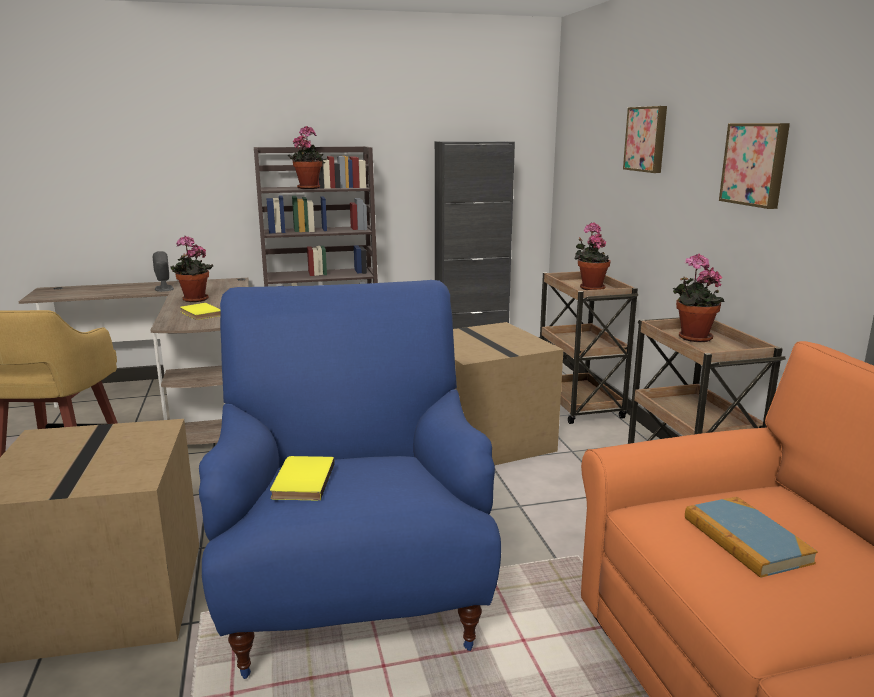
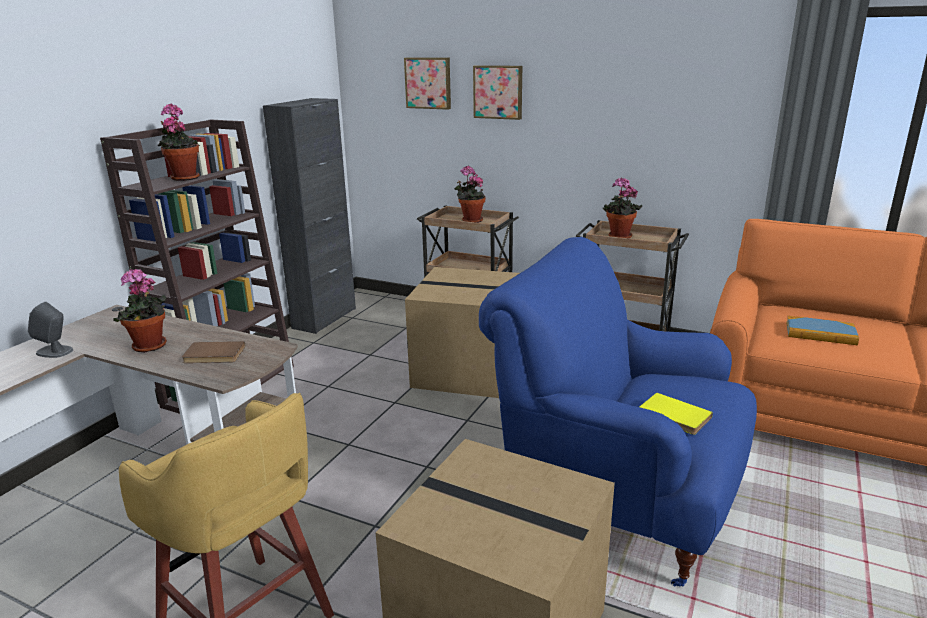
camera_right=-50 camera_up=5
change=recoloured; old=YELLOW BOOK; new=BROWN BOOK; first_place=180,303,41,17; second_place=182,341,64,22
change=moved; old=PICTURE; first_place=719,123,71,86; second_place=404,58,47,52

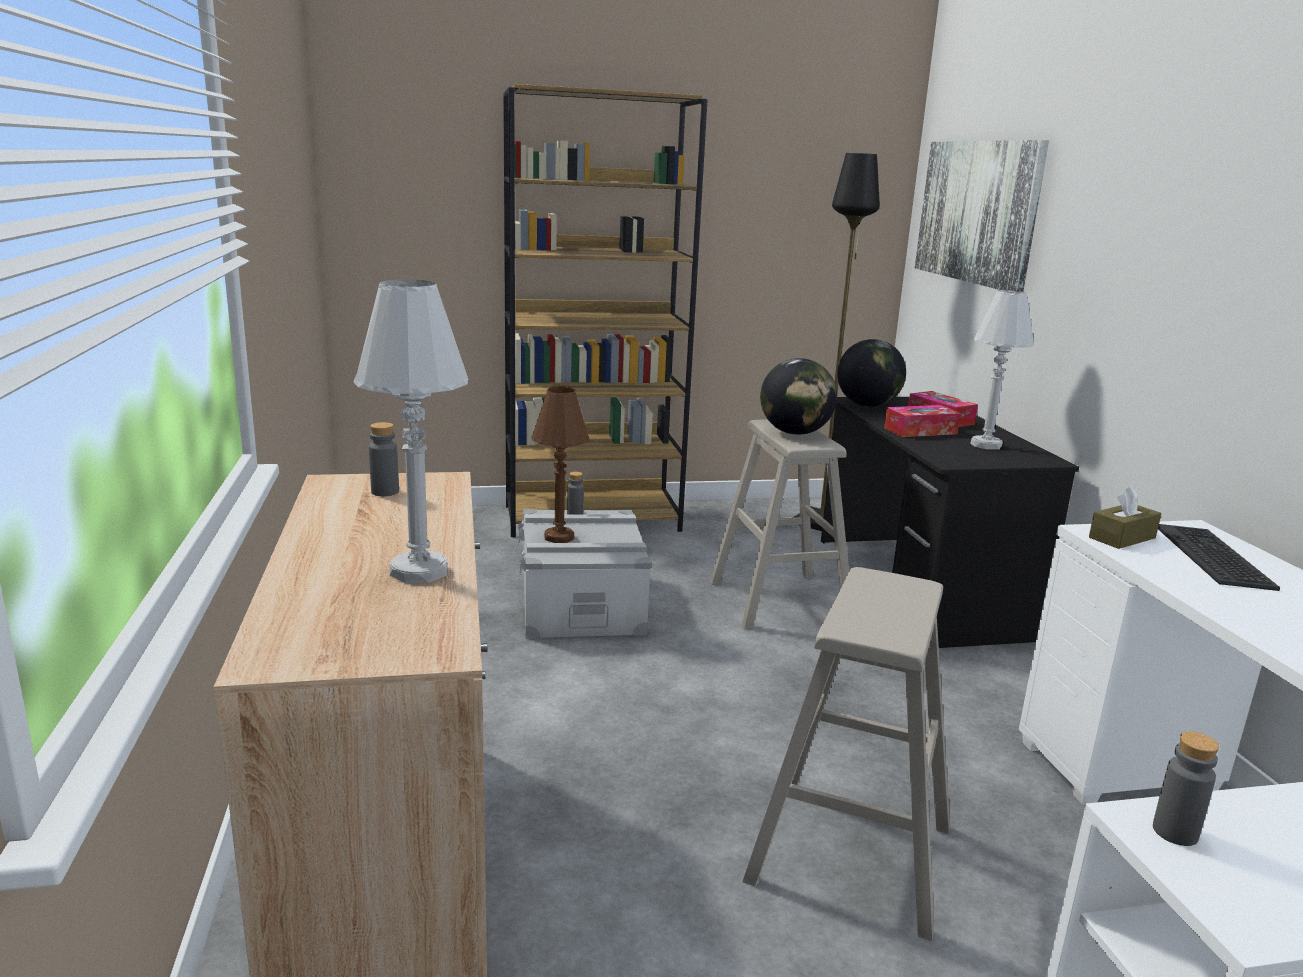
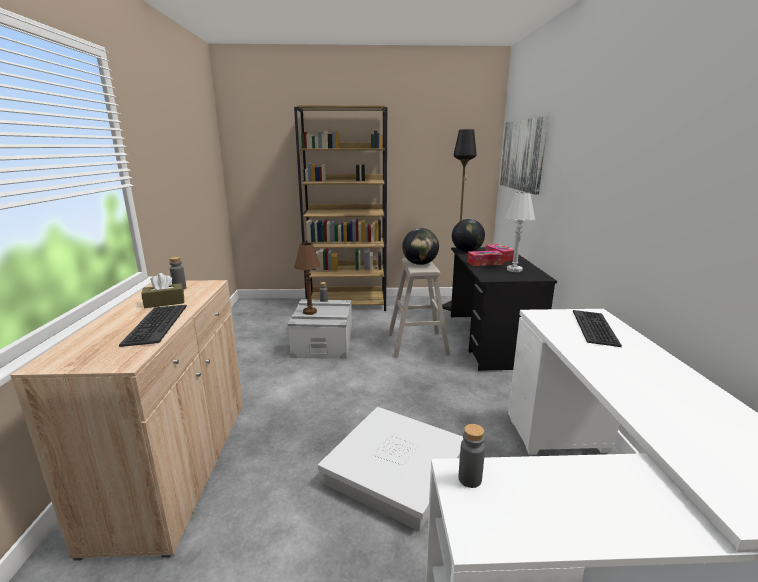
camera_right=10 camera_up=0
change=replaced; old=WHITE TABLE LAMP; new=KEYBOARD; first_place=353,280,116,303; second_place=119,305,68,42
change=replaced; old=BEIGE STOOL; new=WHITE STORAGE BOX; first_place=742,567,208,374; second_place=318,407,145,124
change=moved; old=BROWN TISSUE BOX; first_place=1089,486,72,63; second_place=141,273,43,35

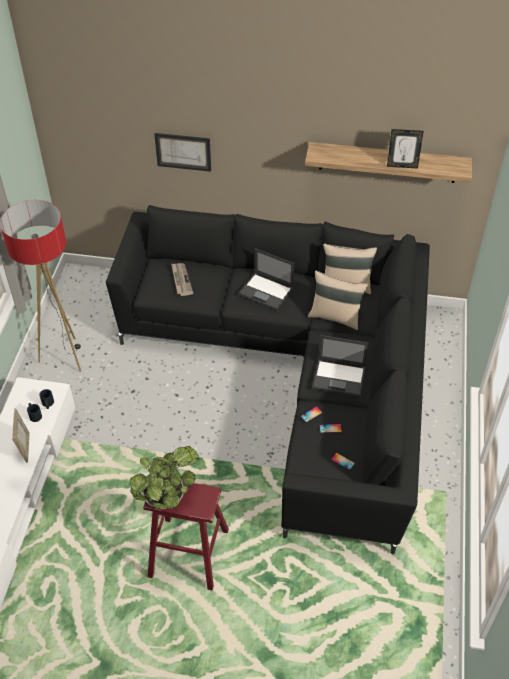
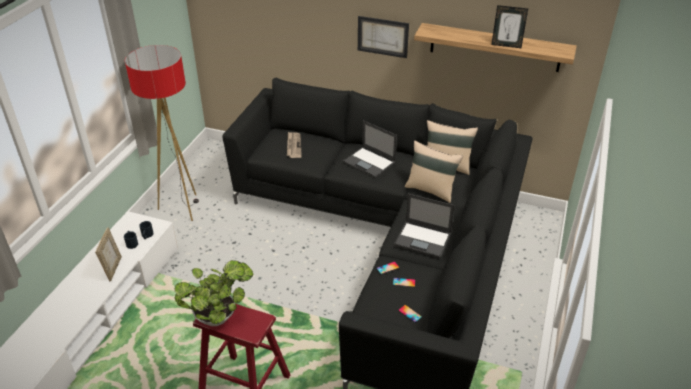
camera_right=10 camera_up=-10
change=moved; old=PICTURE; first_place=154,133,57,39; second_place=358,16,51,42

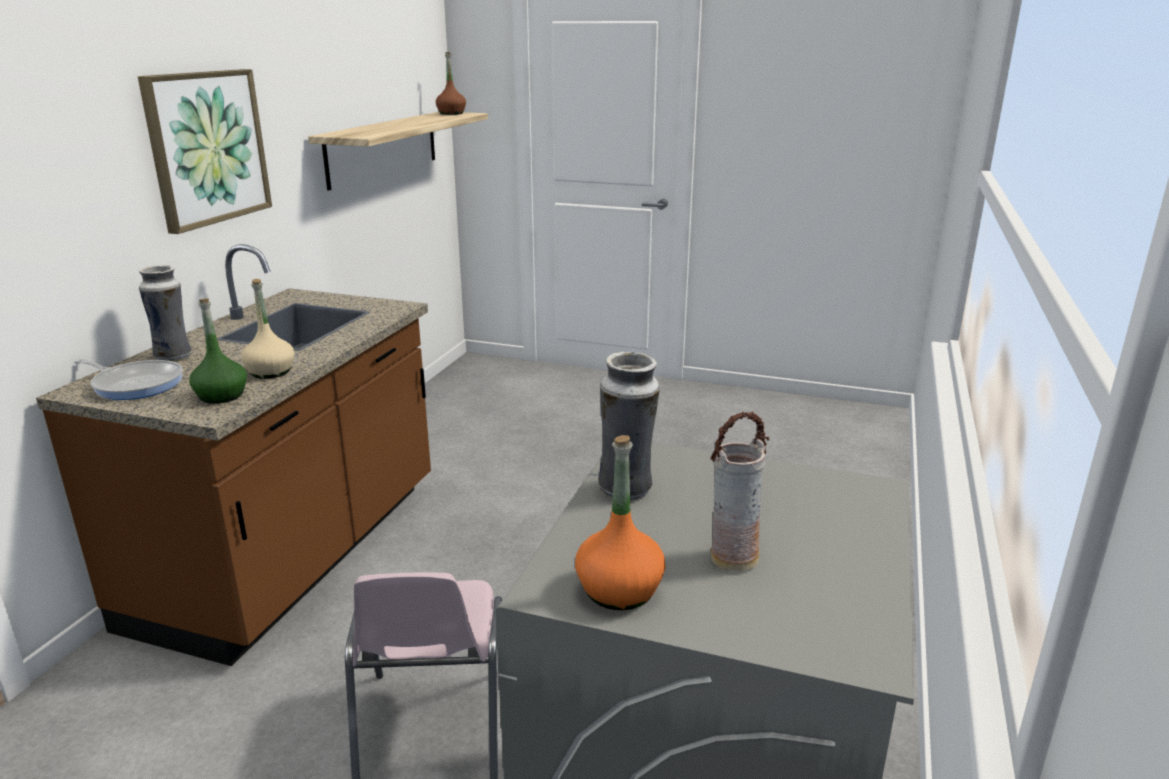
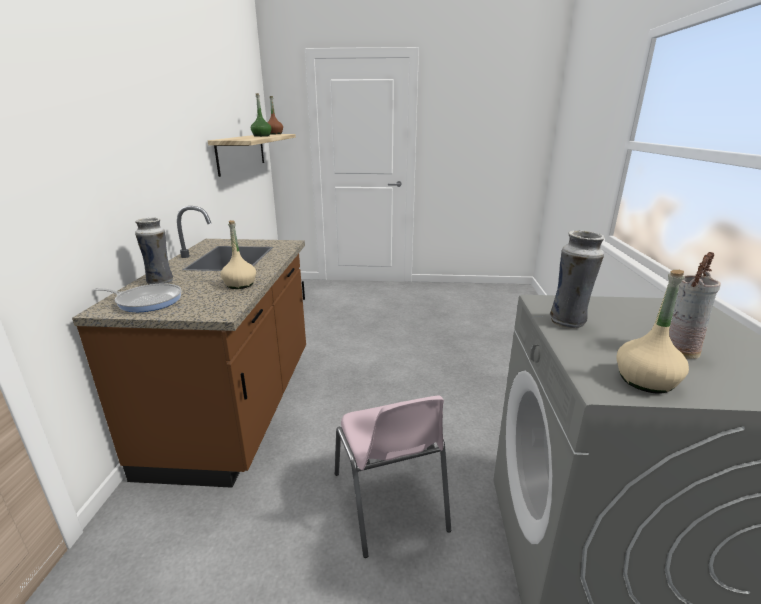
camera_right=-15 camera_up=0
change=removed; old=PICTURE; first_place=138,69,134,165
change=moved; old=GREEN BOTTLE; first_place=189,298,58,106; second_place=251,93,21,44
change=recoloured; old=ORANGE BOTTLE; new=BEIGE BOTTLE; first_place=575,435,91,175; second_place=617,270,72,124

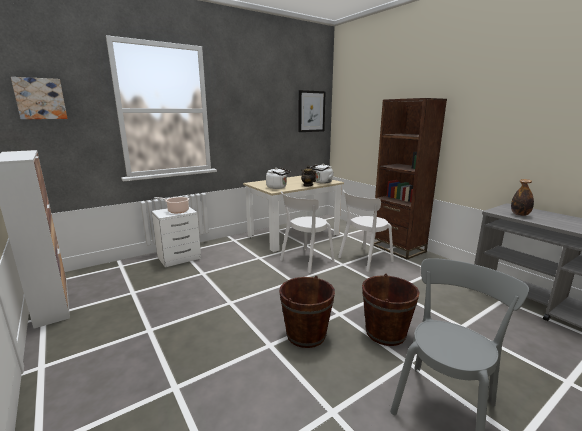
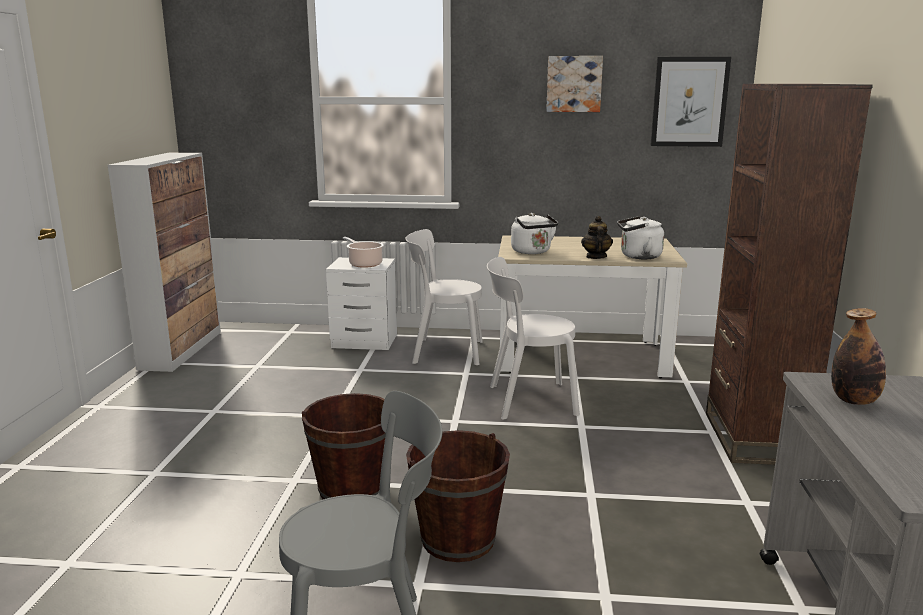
camera_right=40 camera_up=0
change=moved; old=PICTURE; first_place=11,77,56,42; second_place=546,56,57,56
change=moved; old=WHITE CHAIR; first_place=338,190,56,82; second_place=405,229,78,136

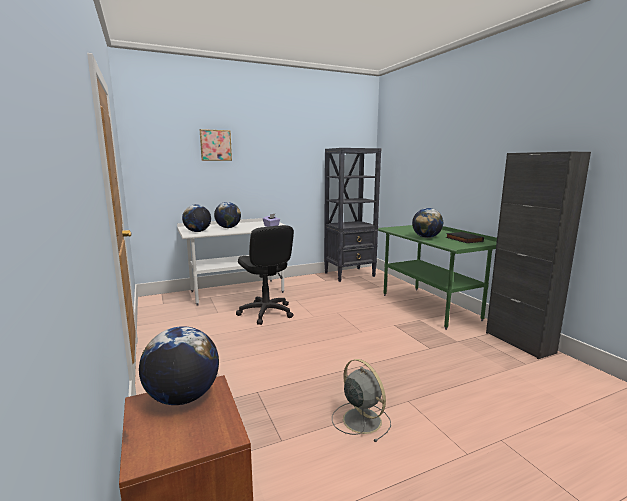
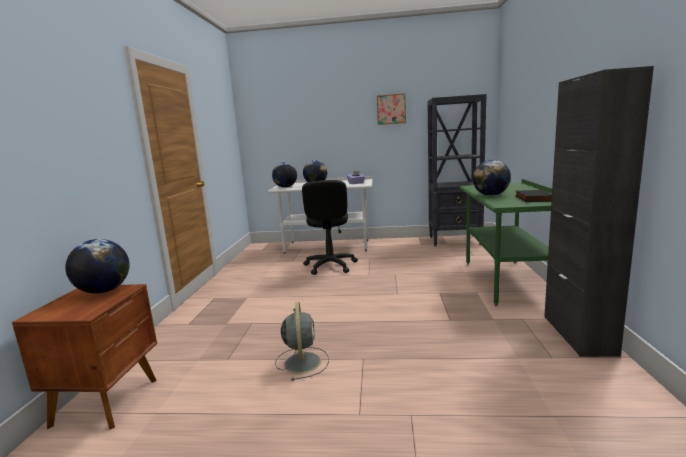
camera_right=30 camera_up=0
change=moved; old=PICTURE; first_place=200,129,32,32; second_place=377,93,29,32

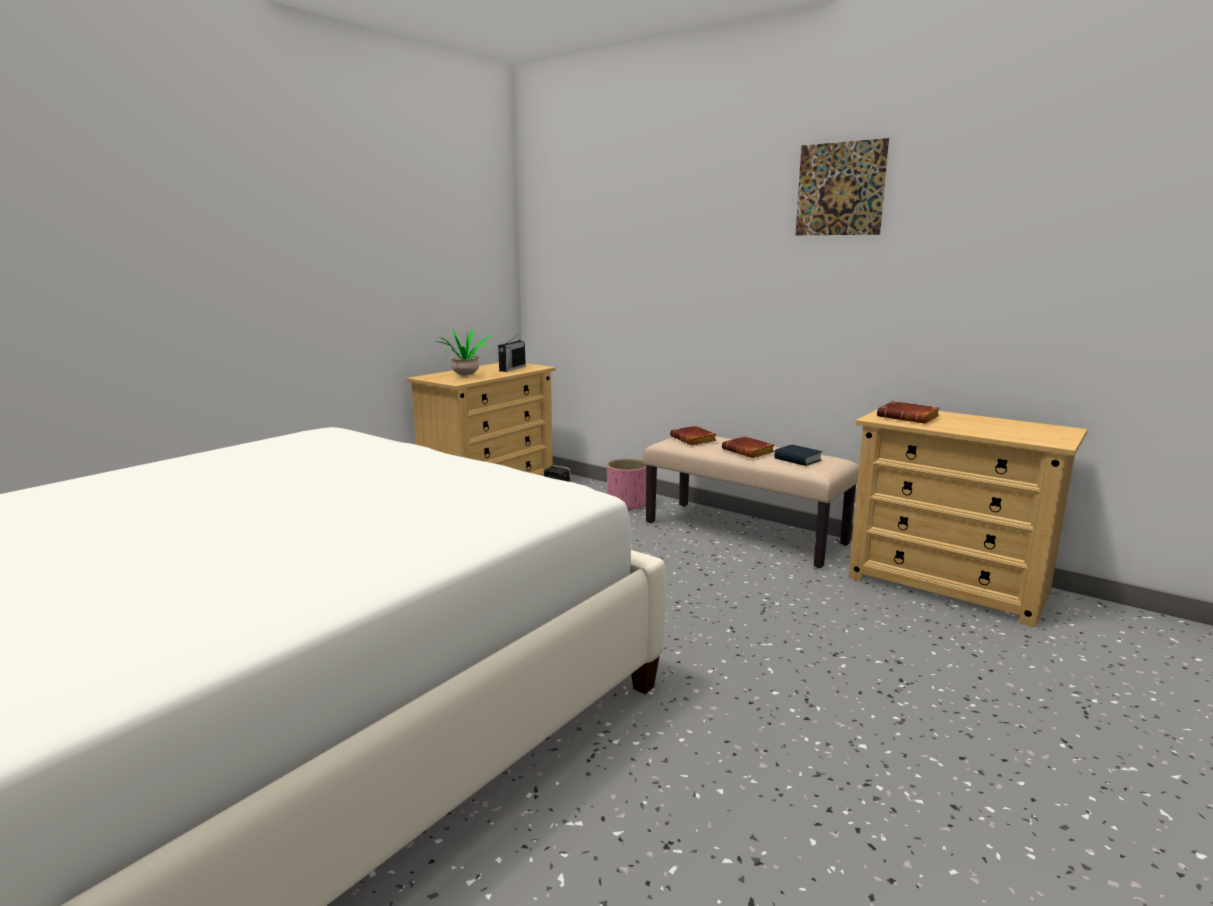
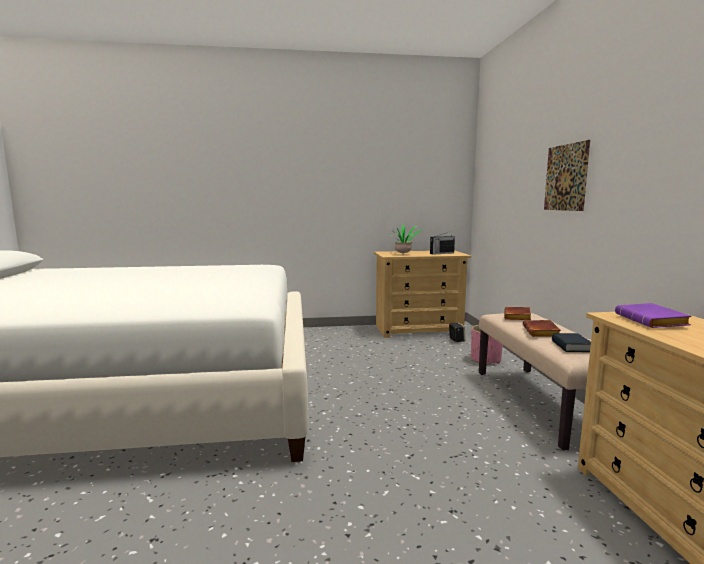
camera_right=45 camera_up=-5
change=moved; old=PICTURE; first_place=796,138,93,97; second_place=544,140,46,71
change=recoloured; old=BROWN BOOK; new=PURPLE BOOK; first_place=877,401,63,23; second_place=615,303,76,25

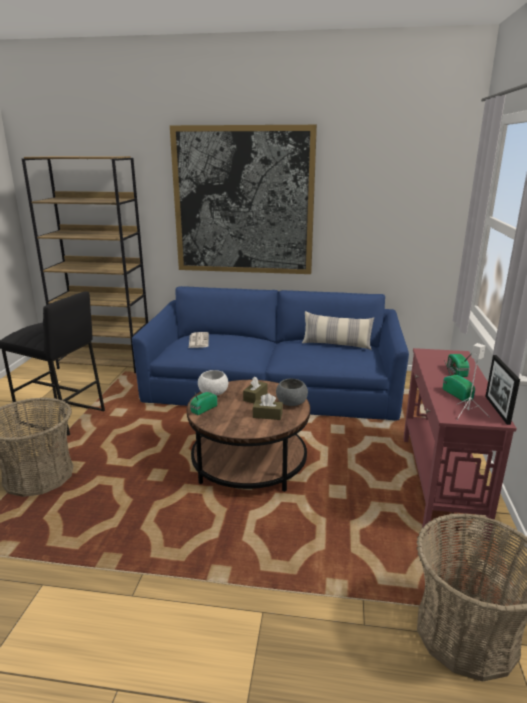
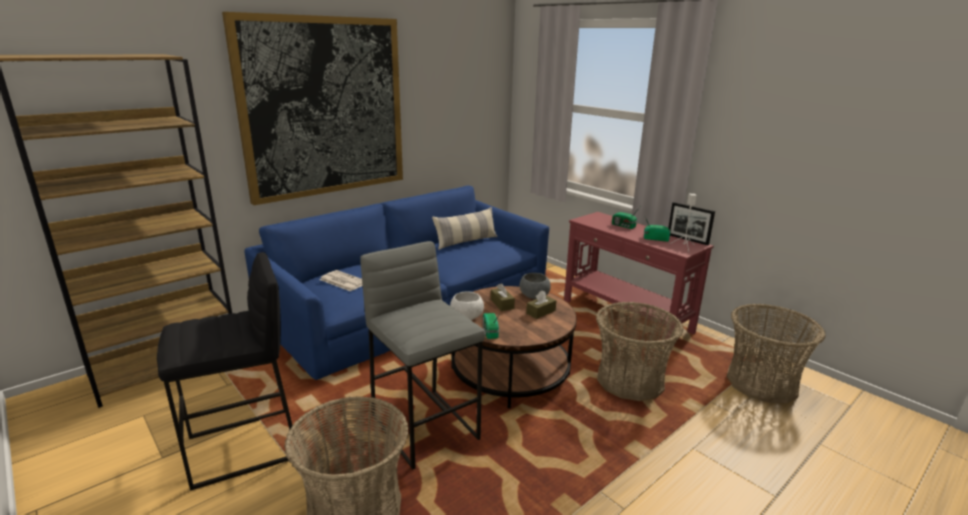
camera_right=-50 camera_up=0
change=added; new=GREY STOOL; second_place=360,241,125,229
change=added; new=BASKET; second_place=596,302,88,99

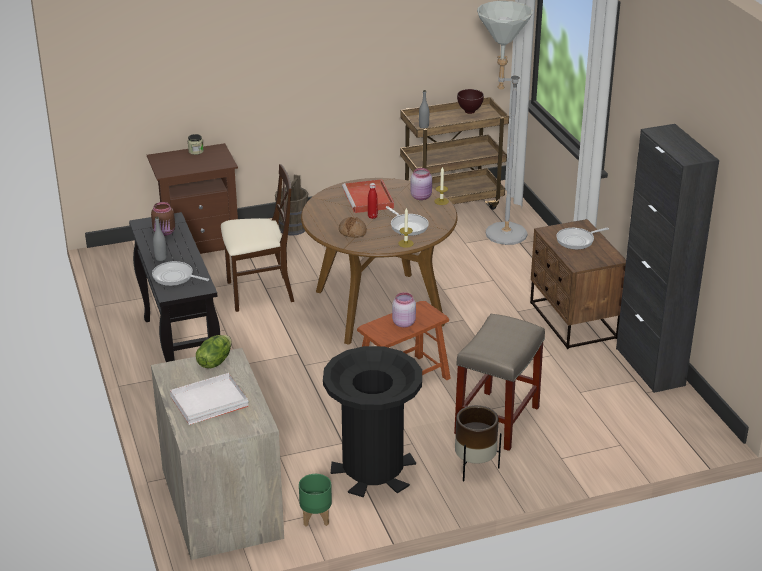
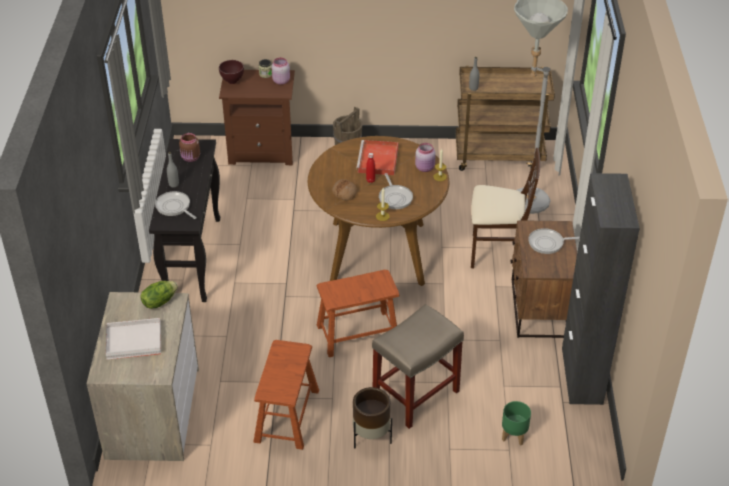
camera_right=20 camera_up=10
change=moved; old=BEIGE CHAIR; first_place=221,164,73,148; second_place=471,148,70,120
change=moved; old=GREEN PLANTER; first_place=299,474,33,53; second_place=502,401,29,45
change=replaced; old=BLACK TRASH CAN; new=BROWN STOOL; first_place=323,346,99,151; second_place=253,340,66,110
change=moved; old=PINK JAR; first_place=392,292,24,36; second_place=271,58,19,27
change=moved; old=BROWN BOWL; first_place=457,89,27,25; second_place=219,60,25,24

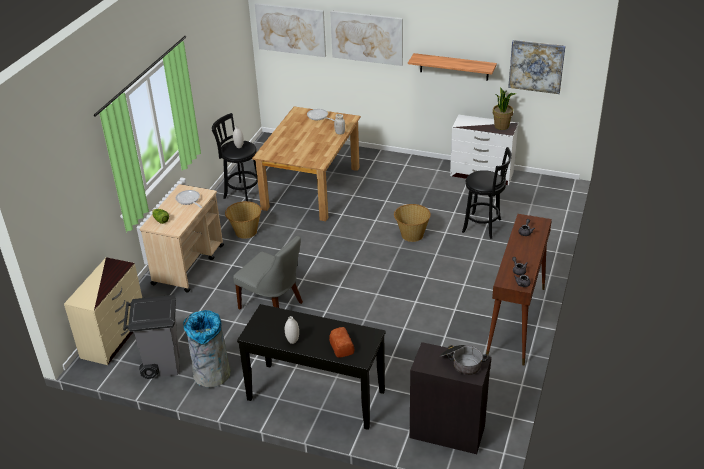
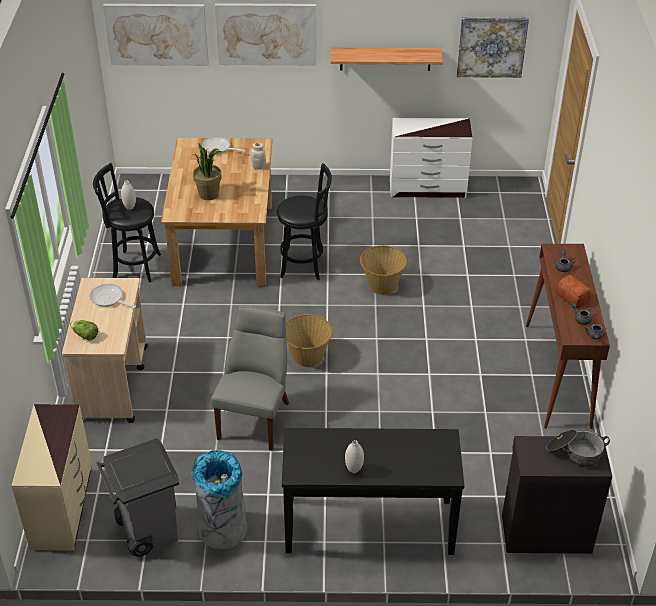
camera_right=-20 camera_up=5
change=moved; old=BASKET; first_place=225,201,36,38; second_place=286,314,47,53
change=turned; old=GREY CHAIR; first_place=233,236,70,73; second_place=212,305,77,146; degrees=-90
change=moved; old=BREAD; first_place=329,327,25,30; second_place=555,275,36,33
change=moved; old=BLACK STOOL; first_place=462,147,50,92; second_place=277,163,55,117
change=moved; old=POTTED PLANT; first_place=493,87,23,43; second_place=193,143,29,57

